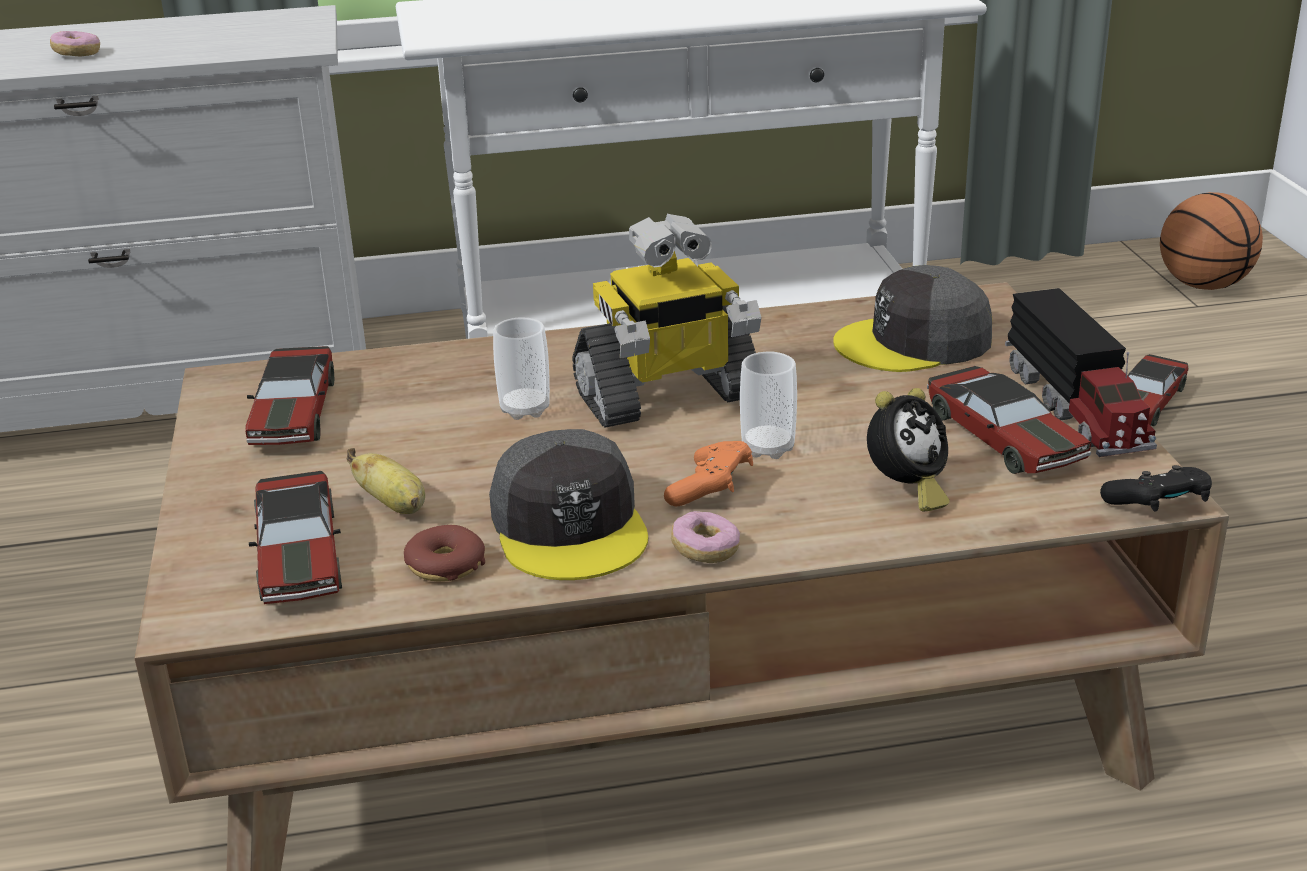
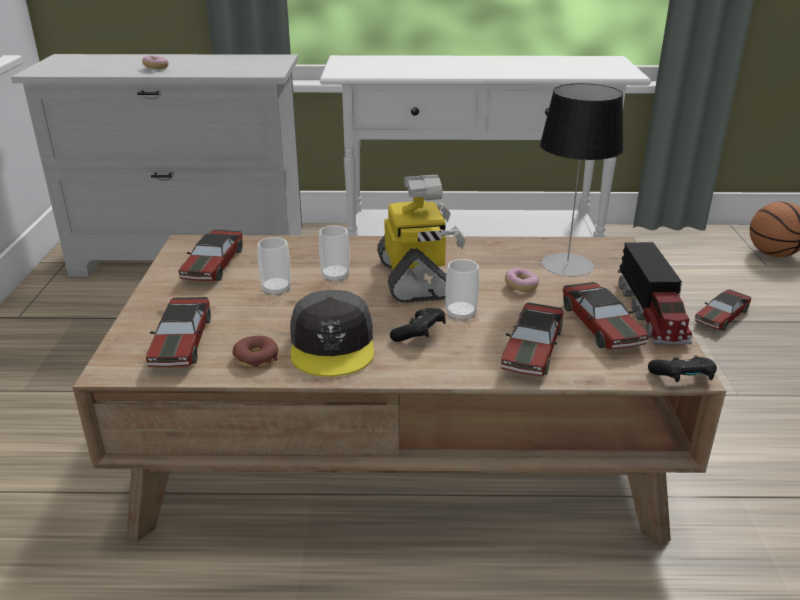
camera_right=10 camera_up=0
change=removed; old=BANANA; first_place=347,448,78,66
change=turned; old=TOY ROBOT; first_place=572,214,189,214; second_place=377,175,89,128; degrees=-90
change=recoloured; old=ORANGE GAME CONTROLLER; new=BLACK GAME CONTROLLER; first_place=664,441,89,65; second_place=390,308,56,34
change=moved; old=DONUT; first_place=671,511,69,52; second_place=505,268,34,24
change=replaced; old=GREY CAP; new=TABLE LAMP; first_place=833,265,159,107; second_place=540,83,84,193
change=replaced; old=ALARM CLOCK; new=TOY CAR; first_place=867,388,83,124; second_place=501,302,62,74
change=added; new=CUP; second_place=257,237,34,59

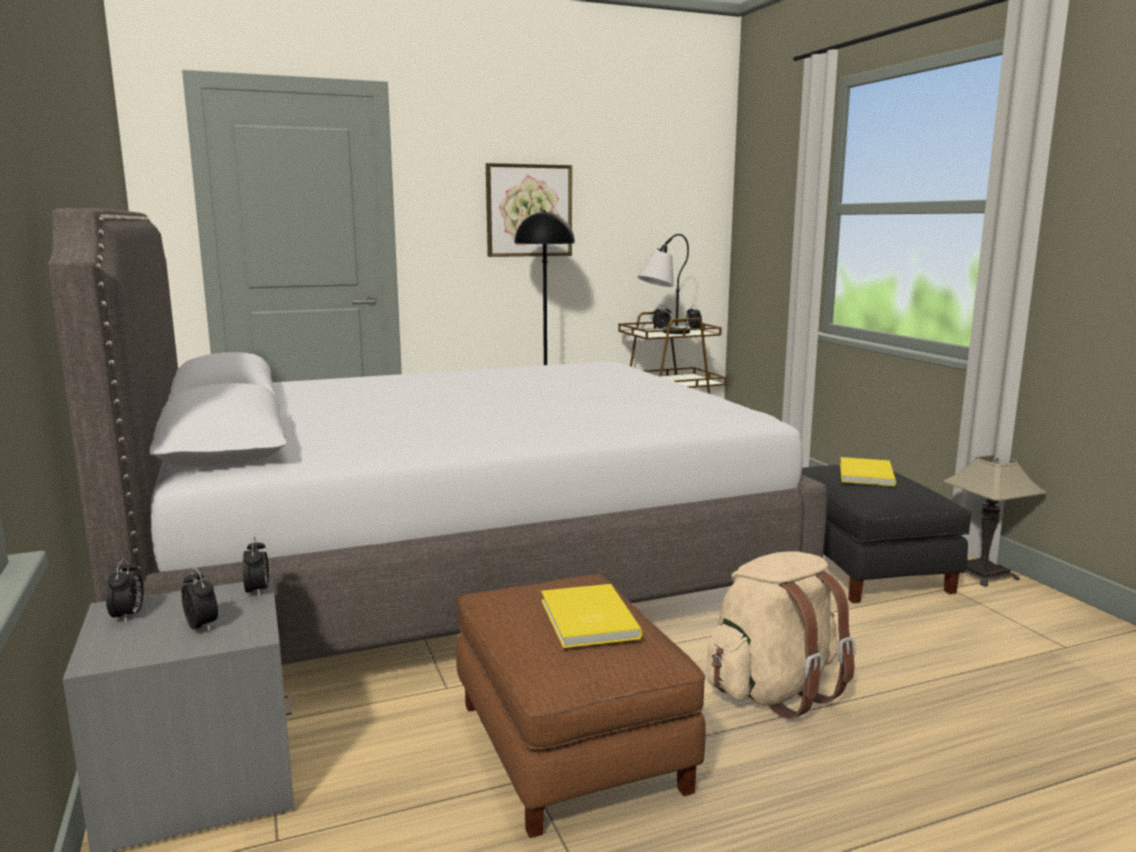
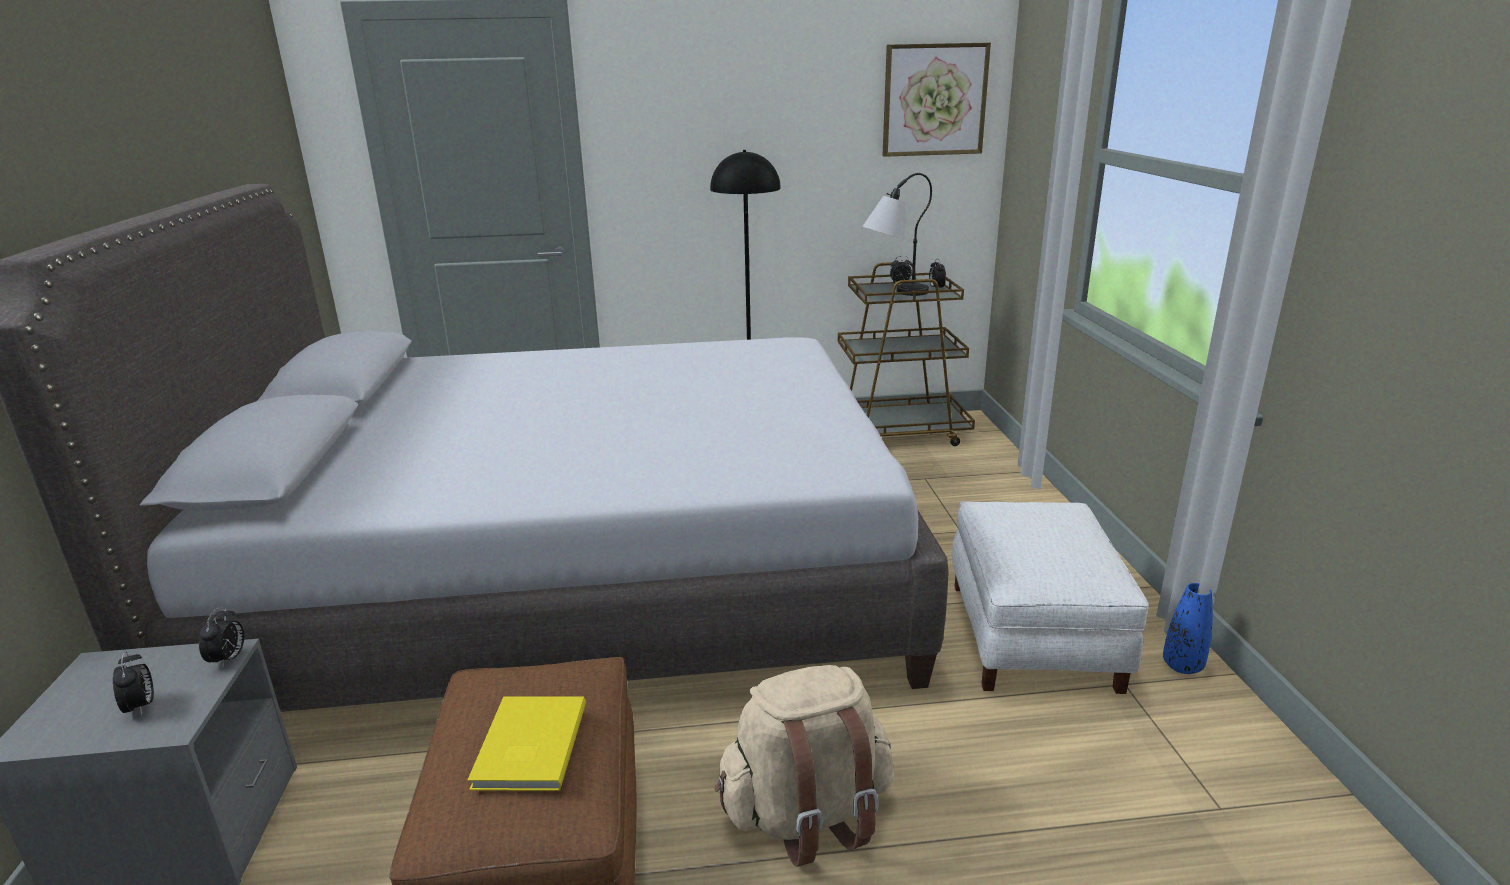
camera_right=15 camera_up=10
change=removed; old=ALARM CLOCK; first_place=106,558,37,65
change=moved; old=PICTURE; first_place=486,163,86,94; second_place=883,43,108,114
change=recoloured; old=BLACK OTTOMAN; new=WHITE OTTOMAN; first_place=802,465,169,138; second_place=952,501,197,193
change=removed; old=YELLOW BOOK; first_place=840,457,56,29
change=replaced; old=TABLE LAMP; new=BLUE VASE; first_place=943,455,104,132; second_place=1163,583,50,91

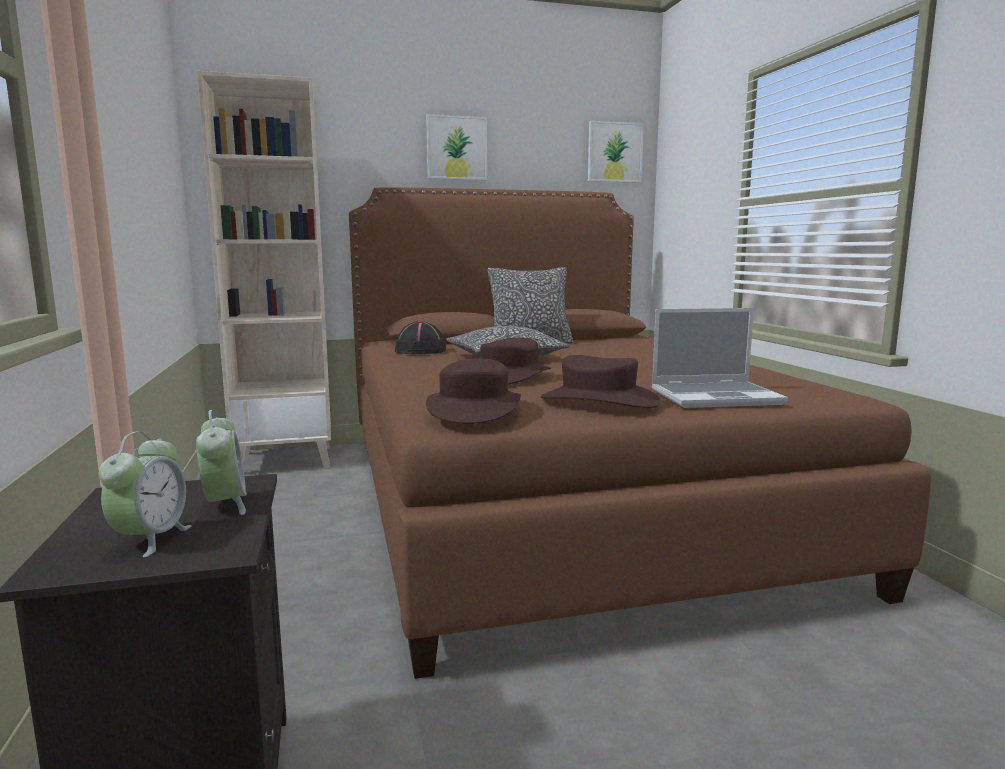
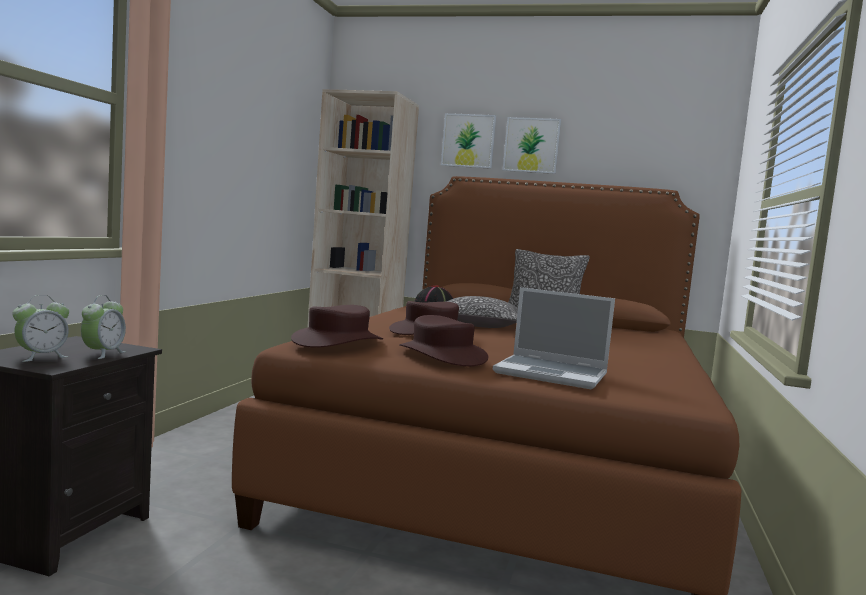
camera_right=30 camera_up=-5
change=moved; old=PICTURE; first_place=588,121,56,62; second_place=441,113,55,56

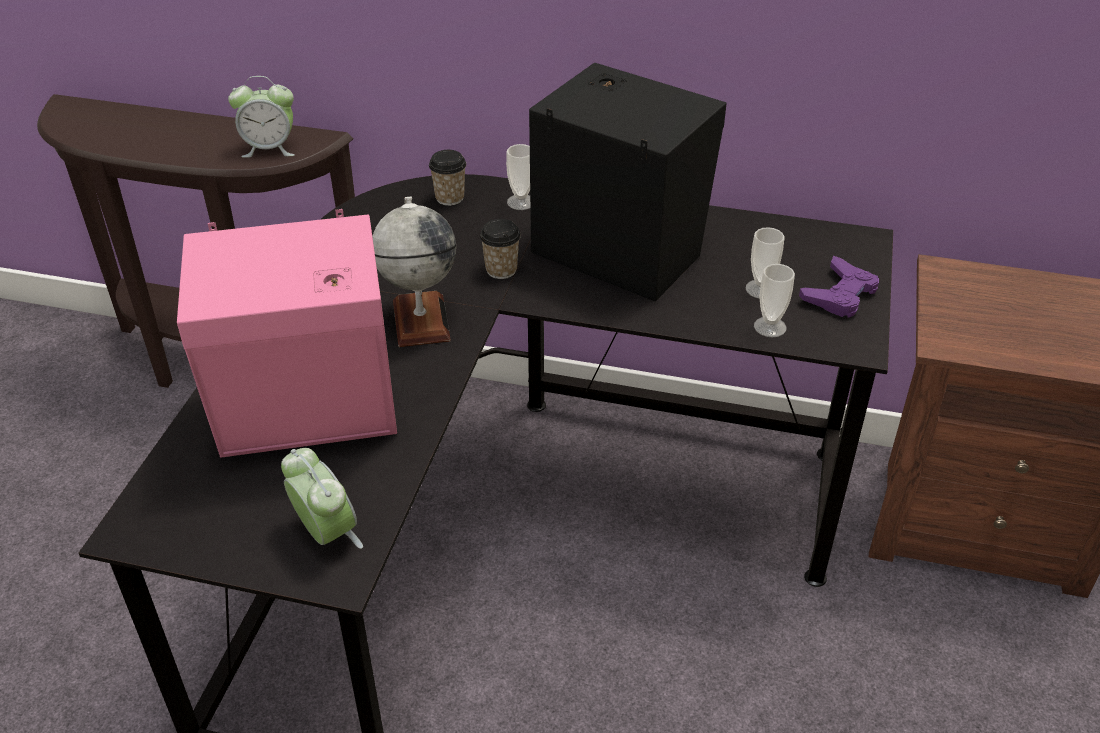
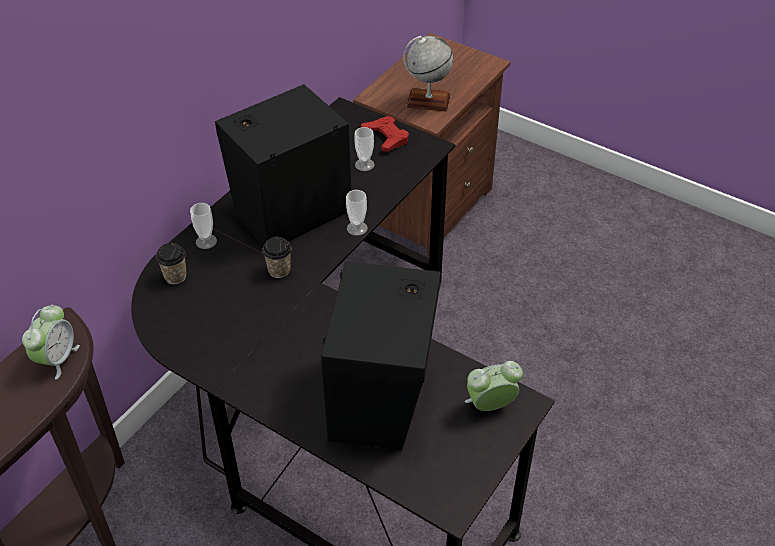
camera_right=-70 camera_up=5
change=recoloured; old=PINK SPEAKER; new=BLACK SPEAKER; first_place=177,209,220,249; second_place=321,261,119,190
change=moved; old=GLOBE; first_place=372,197,84,150; second_place=403,36,50,76
change=moved; old=CUP; first_place=754,264,41,73; second_place=346,190,22,46
change=recoloured; old=PURPLE GAME CONTROLLER; new=RED GAME CONTROLLER; first_place=799,256,80,62; second_place=361,116,48,36

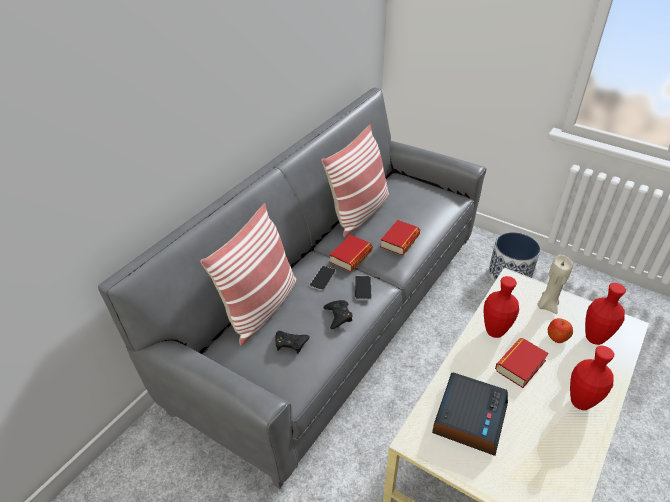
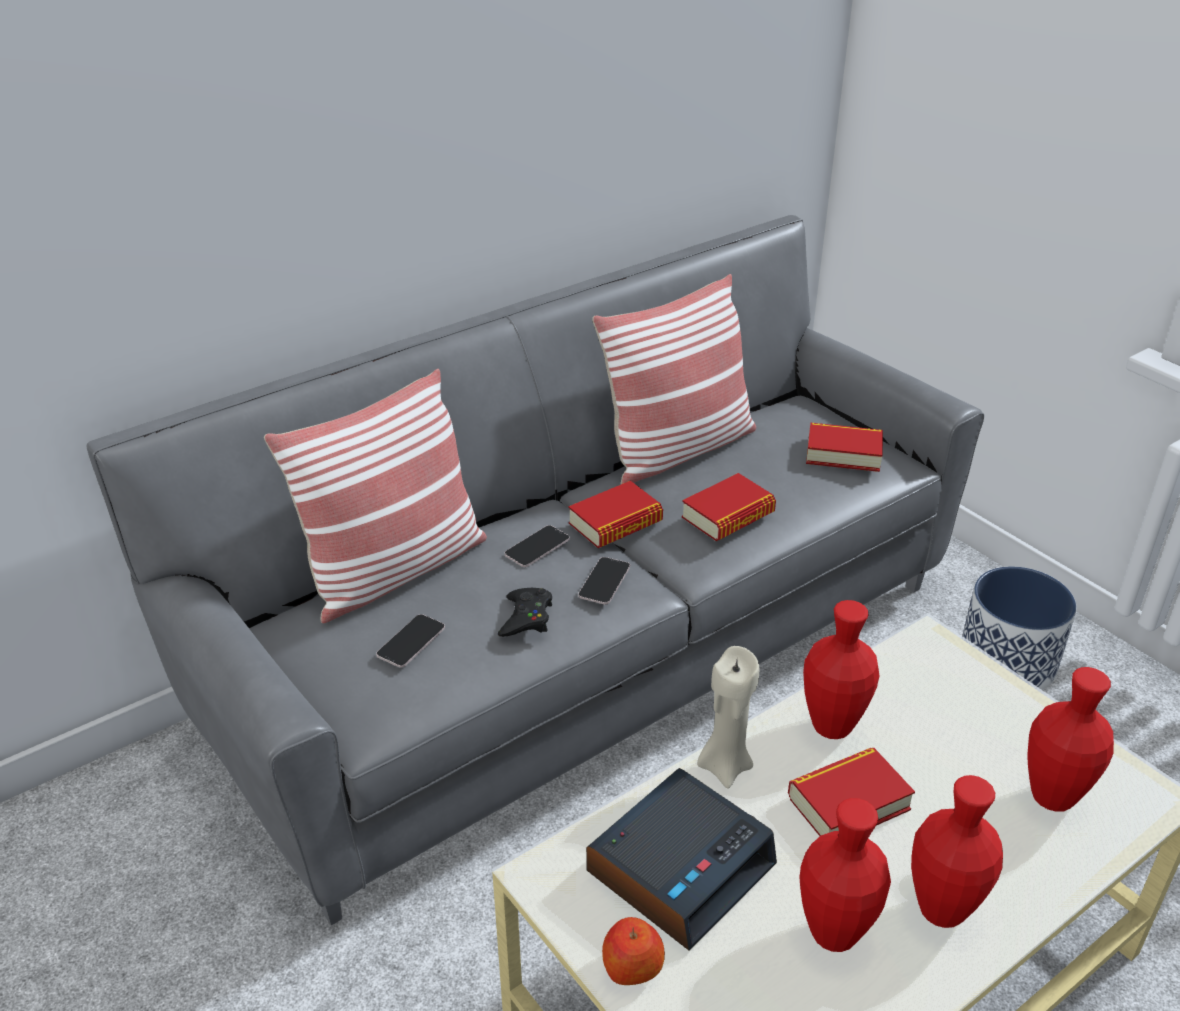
camera_right=20 camera_up=-5
change=replaced; old=BLACK GAME CONTROLLER; new=PHONE; first_place=275,331,35,23; second_place=376,614,69,53
change=moved; old=BEIGE CANDLE; first_place=537,255,36,59; second_place=697,646,62,143
change=moved; old=APPLE; first_place=548,318,25,25; second_place=602,917,63,68
change=added; new=RED VASE; second_place=799,798,92,154
change=added; new=BOOK; second_place=806,423,77,49

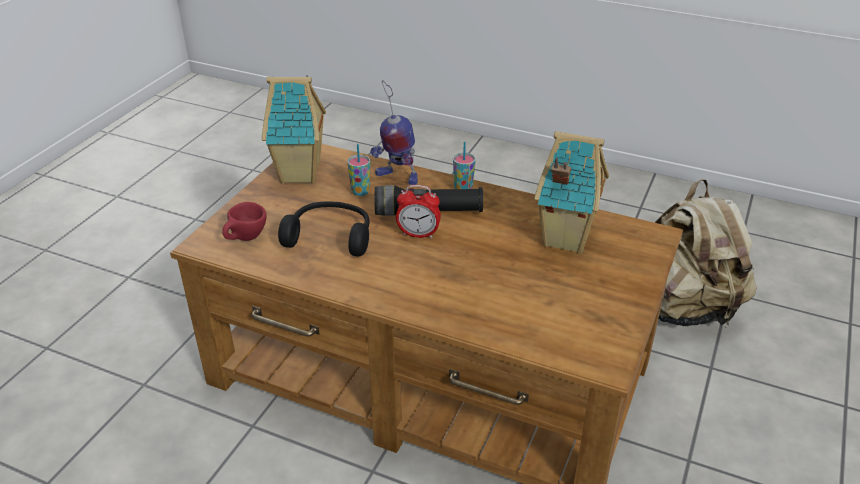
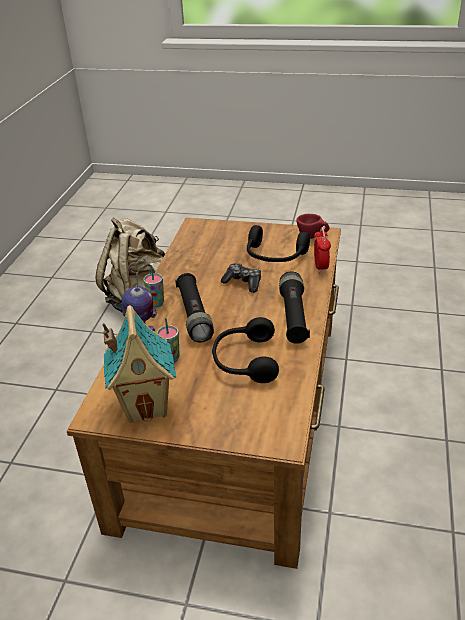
camera_right=-100 camera_up=0
change=moved; old=RED CUP; first_place=222,202,45,39; second_place=296,214,33,25
change=moved; old=ALARM CLOCK; first_place=396,185,45,54; second_place=314,227,17,46
change=removed; old=TOY HOUSE; first_place=534,131,75,123
change=added; new=GAME CONTROLLER; second_place=221,263,40,30
change=added; new=BLACK HEADPHONES; second_place=247,225,63,37
change=added; new=BLACK FLASHLIGHT; second_place=279,271,31,73

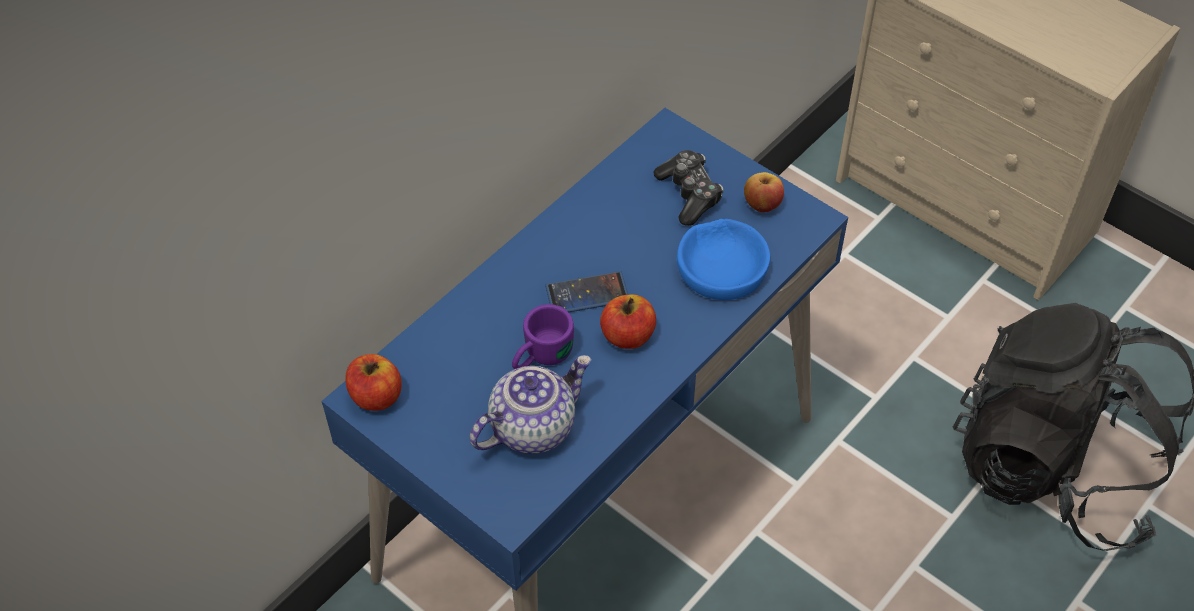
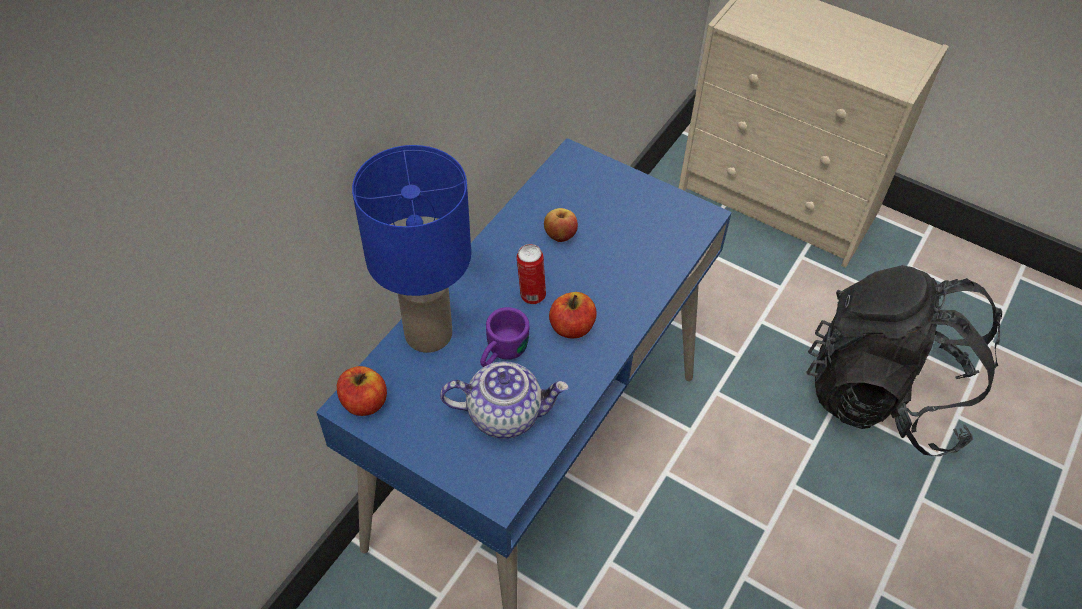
camera_right=-10 camera_up=0
change=turned; old=TEAPOT; first_place=469,355,123,99; second_place=440,362,129,77; degrees=45
change=replaced; old=PHONE; new=CAN; first_place=545,271,83,41; second_place=517,244,29,60
change=removed; old=GAME CONTROLLER; first_place=654,150,69,76
change=removed; old=BLUE BOWL; first_place=677,219,93,81
change=moved; old=APPLE; first_place=744,172,40,40; second_place=544,208,34,34
change=added; new=BLUE TABLE LAMP; second_place=352,145,119,208

